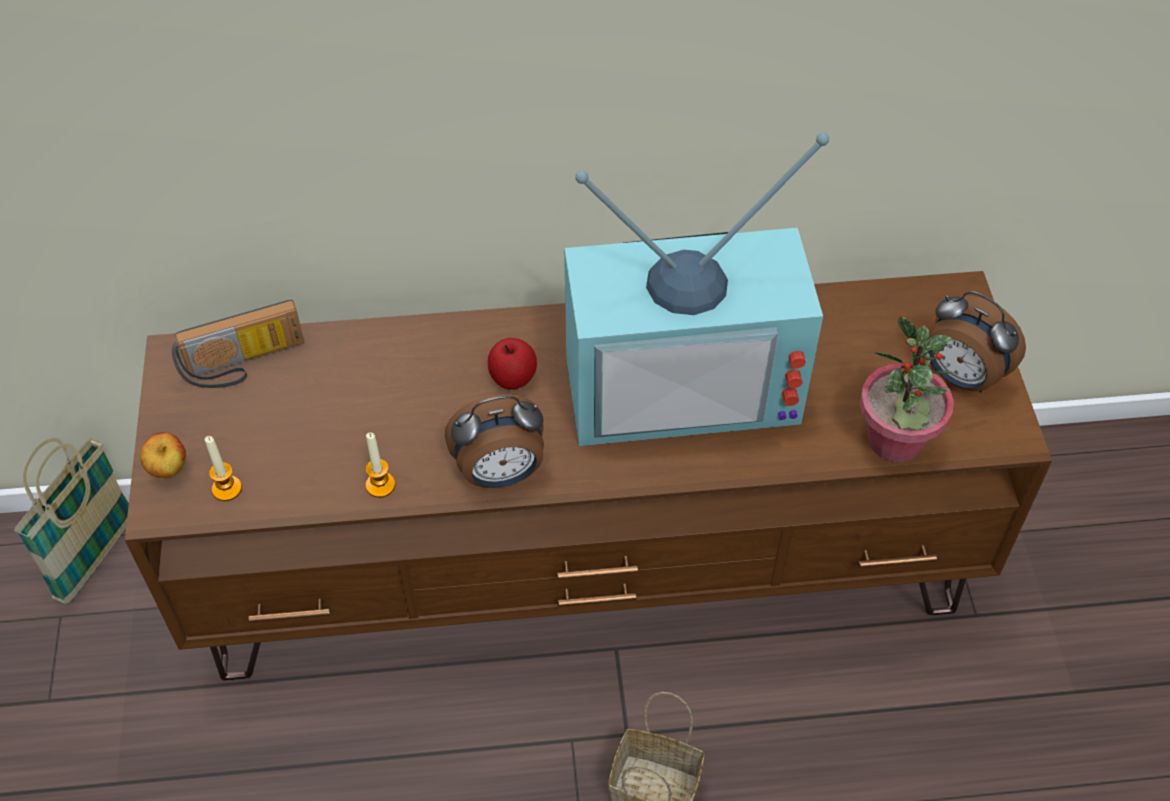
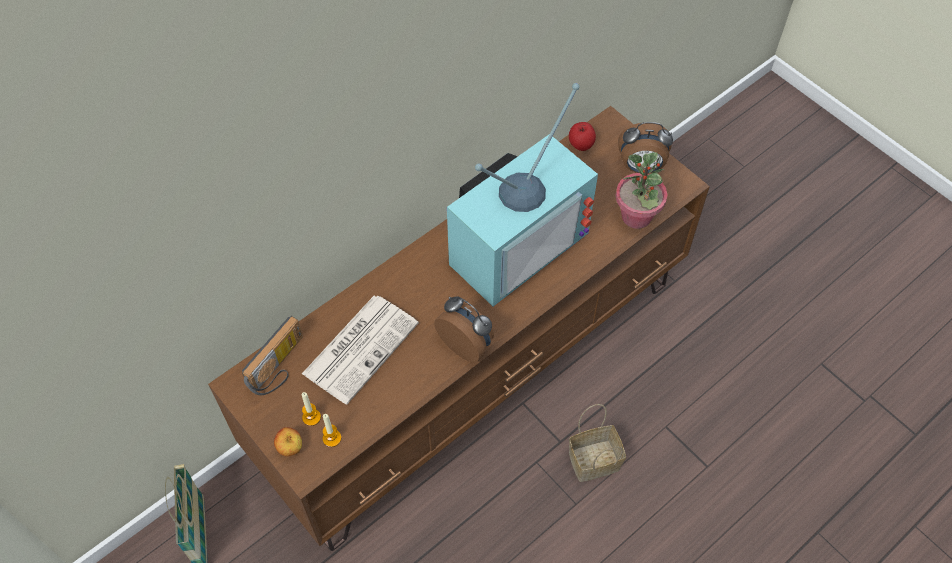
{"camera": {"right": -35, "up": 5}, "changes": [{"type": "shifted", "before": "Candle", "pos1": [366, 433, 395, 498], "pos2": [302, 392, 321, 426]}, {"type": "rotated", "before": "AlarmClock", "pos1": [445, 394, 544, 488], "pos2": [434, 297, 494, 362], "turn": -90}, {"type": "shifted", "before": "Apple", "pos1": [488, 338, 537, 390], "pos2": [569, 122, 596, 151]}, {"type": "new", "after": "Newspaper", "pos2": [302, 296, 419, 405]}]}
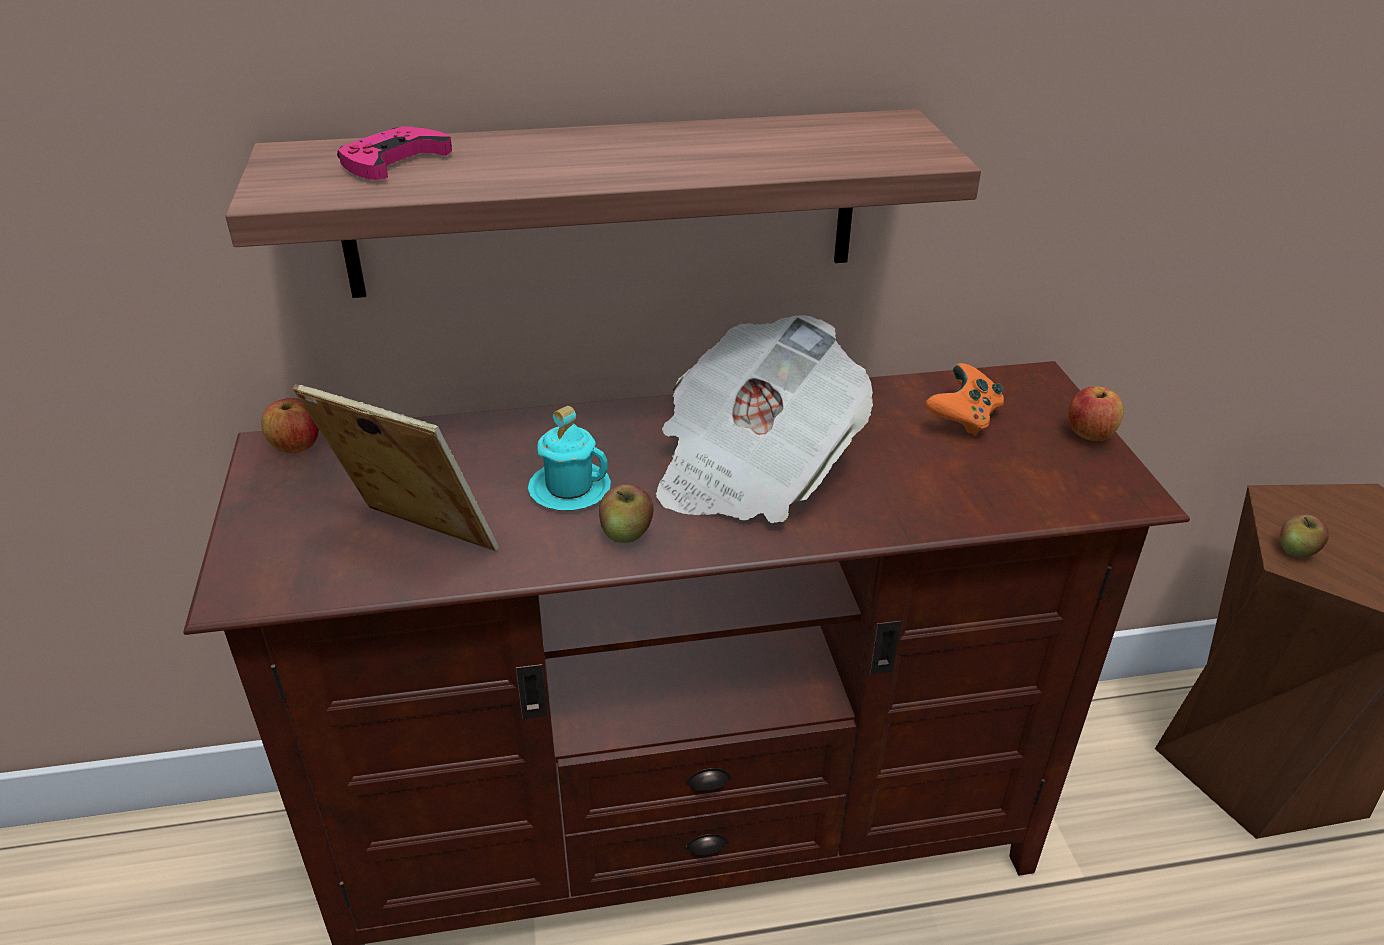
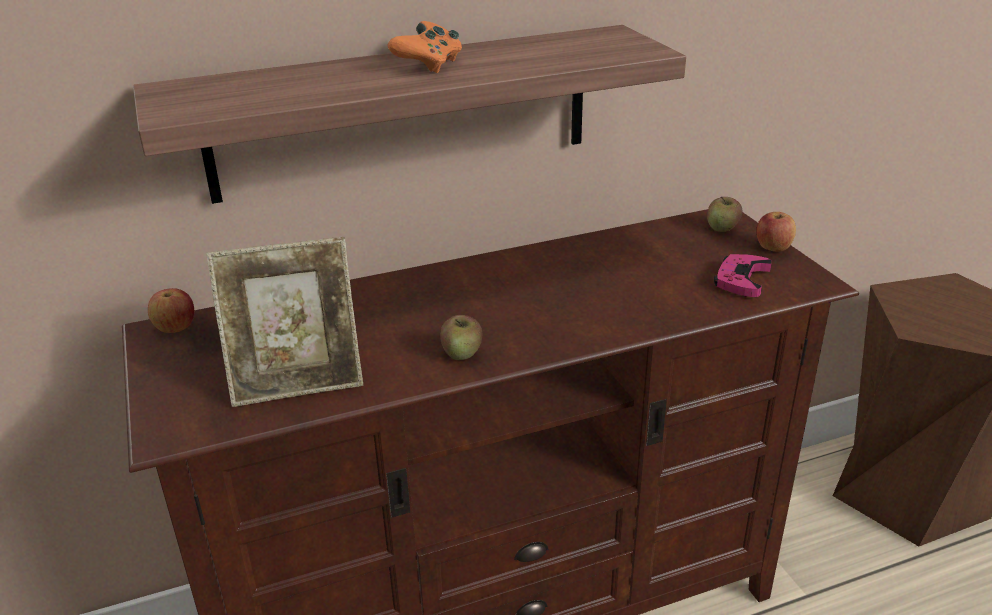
{"camera": {"right": -10, "up": -5}, "changes": [{"type": "rotated", "before": "PictureFrame", "pos1": [293, 384, 499, 551], "pos2": [206, 237, 363, 407], "turn": 150}, {"type": "shifted", "before": "PinkGameController", "pos1": [337, 126, 452, 180], "pos2": [714, 254, 772, 297]}, {"type": "gone", "before": "TurquoiseMug", "pos1": [528, 406, 611, 511]}, {"type": "gone", "before": "Newspaper", "pos1": [656, 315, 873, 523]}, {"type": "shifted", "before": "OrangeGameController", "pos1": [926, 363, 1004, 436], "pos2": [388, 21, 462, 73]}, {"type": "shifted", "before": "Apple", "pos1": [1280, 514, 1329, 558], "pos2": [707, 196, 742, 232]}]}
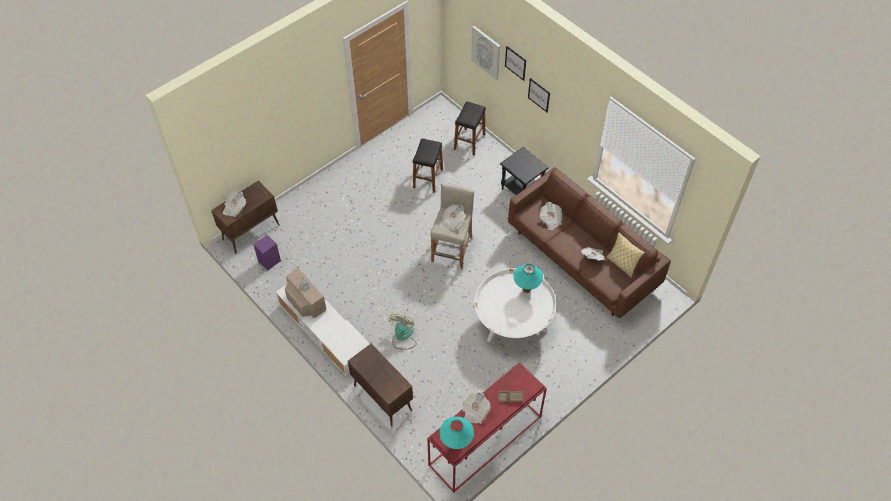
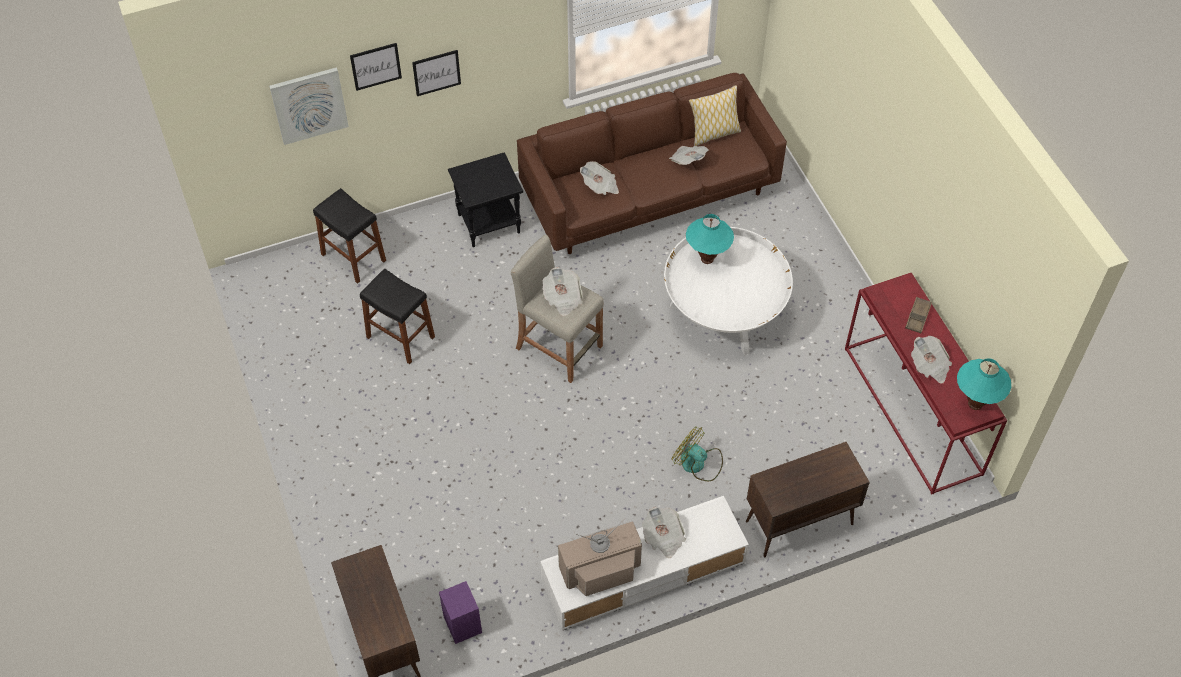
{"camera": {"right": -70, "up": 0}, "changes": [{"type": "shifted", "before": "Newspaper", "pos1": [223, 191, 246, 217], "pos2": [642, 507, 686, 558]}]}
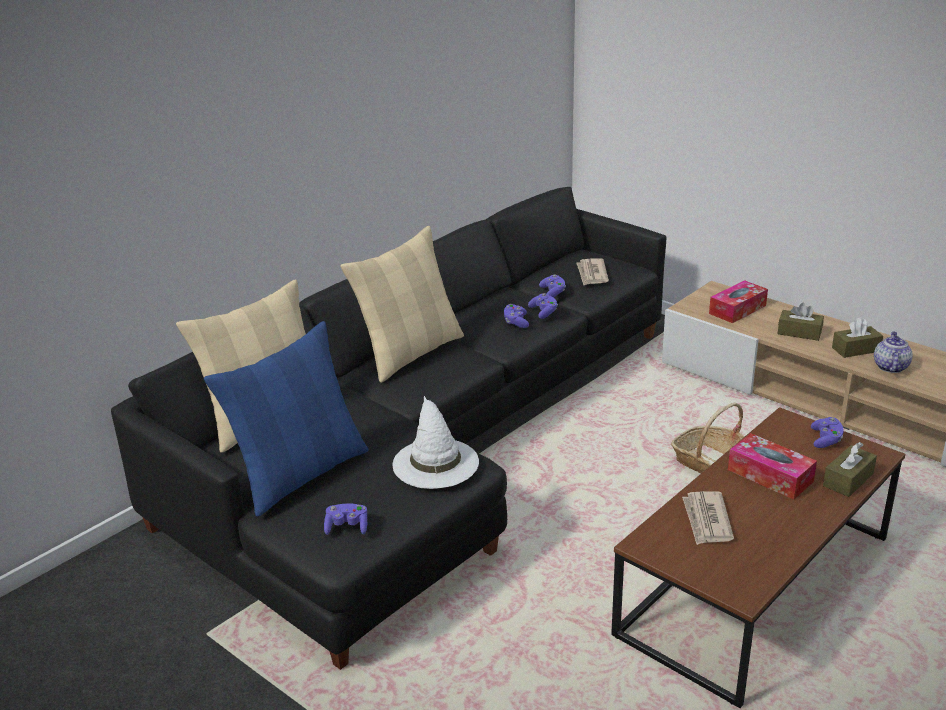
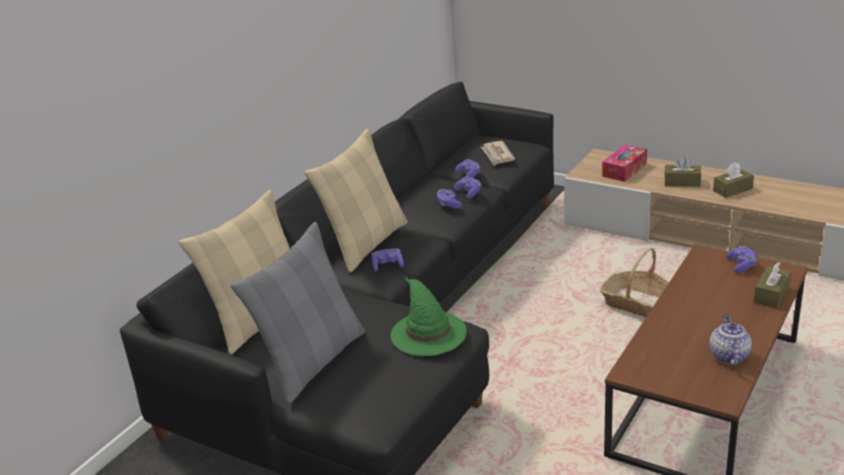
{"camera": {"right": -10, "up": 0}, "changes": [{"type": "repainted", "before": "BluePillow", "after": "GreyPillow", "pos1": [204, 321, 369, 517], "pos2": [231, 222, 365, 403]}, {"type": "shifted", "before": "PurpleGameController", "pos1": [324, 504, 367, 535], "pos2": [371, 248, 404, 272]}, {"type": "repainted", "before": "WhiteHat", "after": "GreenHat", "pos1": [392, 396, 479, 489], "pos2": [390, 276, 467, 356]}, {"type": "gone", "before": "Newspaper", "pos1": [682, 491, 734, 545]}, {"type": "gone", "before": "TissueBox", "pos1": [728, 433, 817, 500]}, {"type": "shifted", "before": "Teapot", "pos1": [874, 331, 913, 373], "pos2": [710, 314, 752, 365]}]}
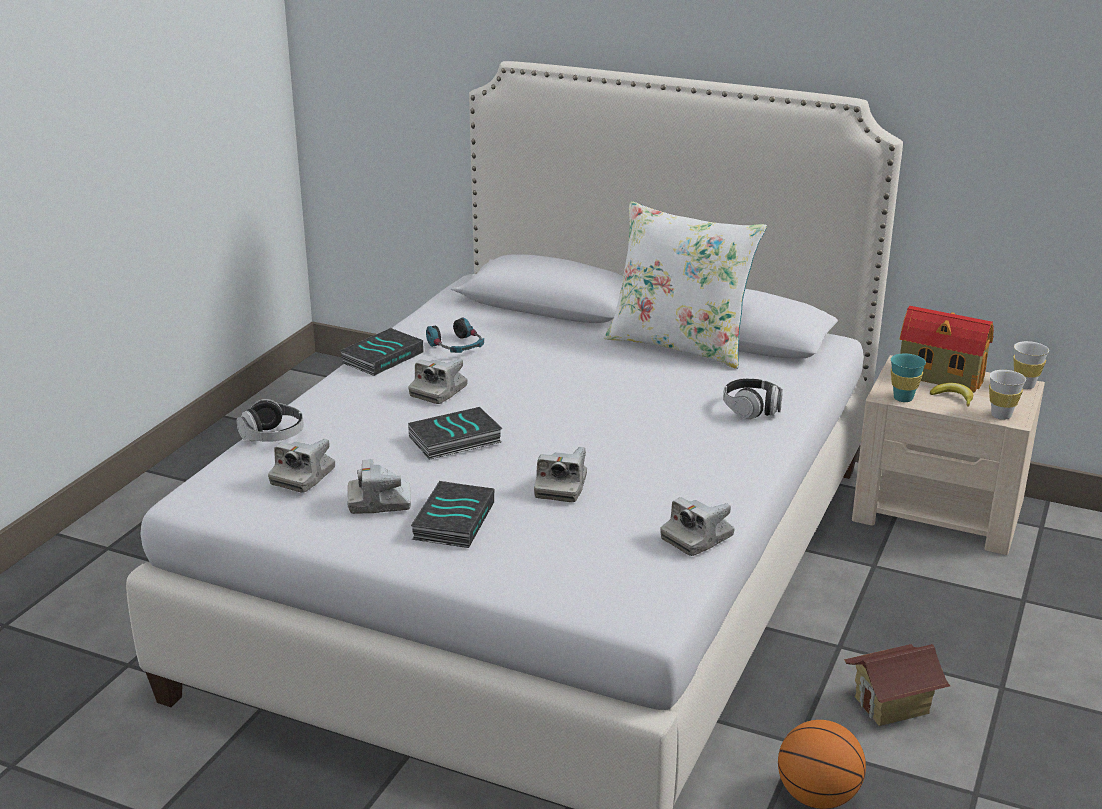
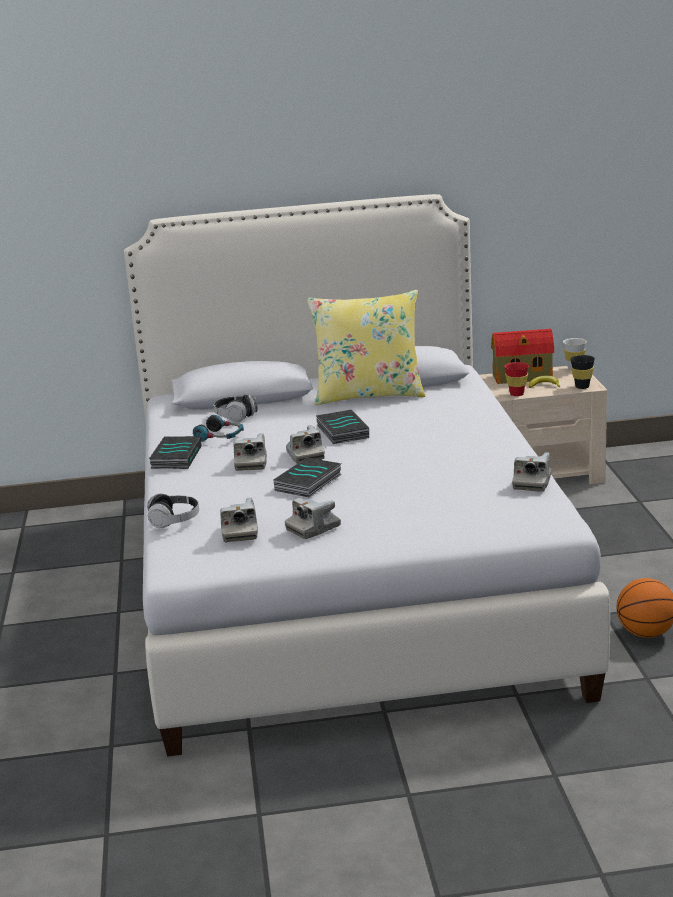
{"camera": {"right": -30, "up": -5}, "changes": [{"type": "shifted", "before": "Book", "pos1": [411, 481, 494, 548], "pos2": [316, 410, 369, 444]}, {"type": "shifted", "before": "PhotoCamera", "pos1": [534, 447, 587, 502], "pos2": [286, 425, 325, 464]}, {"type": "repainted", "before": "WhitePillow", "after": "YellowPillow", "pos1": [604, 201, 767, 369], "pos2": [307, 290, 425, 405]}, {"type": "shifted", "before": "Headphones", "pos1": [723, 378, 783, 419], "pos2": [214, 395, 258, 422]}, {"type": "gone", "before": "ToyHouse", "pos1": [844, 644, 951, 726]}, {"type": "repainted", "before": "TurquoiseCup", "after": "RedCup", "pos1": [891, 354, 926, 402], "pos2": [504, 362, 529, 396]}, {"type": "repainted", "before": "WhiteCup", "after": "BlackCup", "pos1": [989, 370, 1026, 420], "pos2": [570, 355, 595, 389]}]}
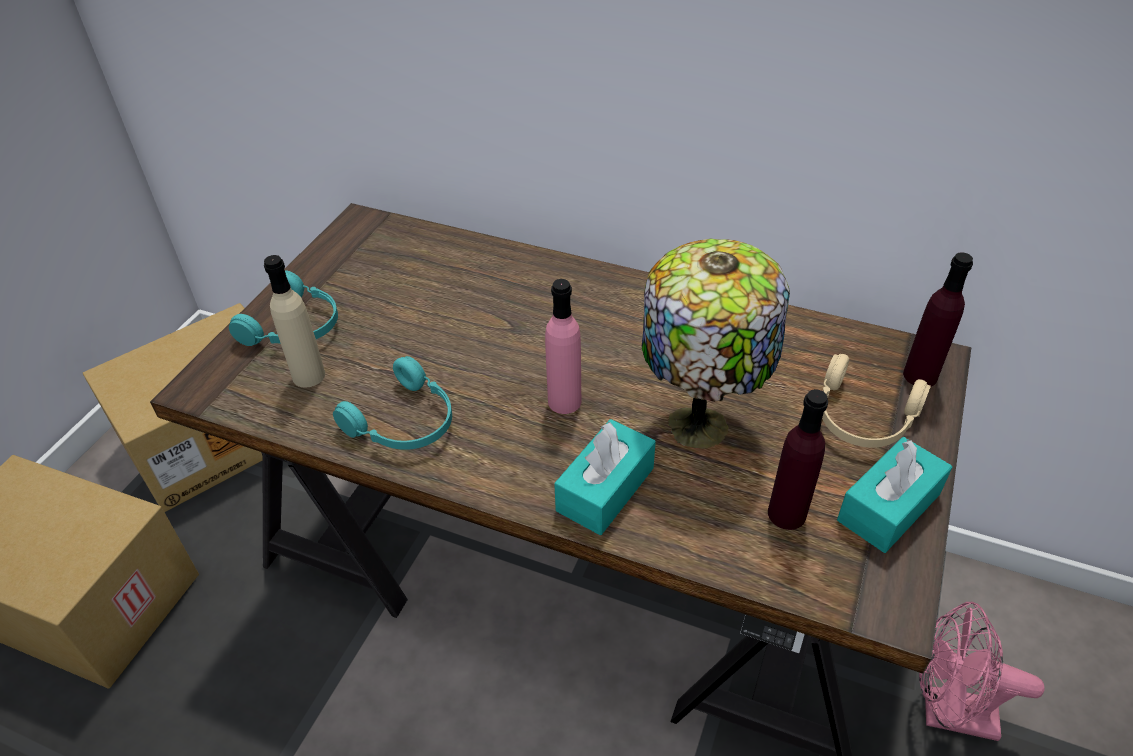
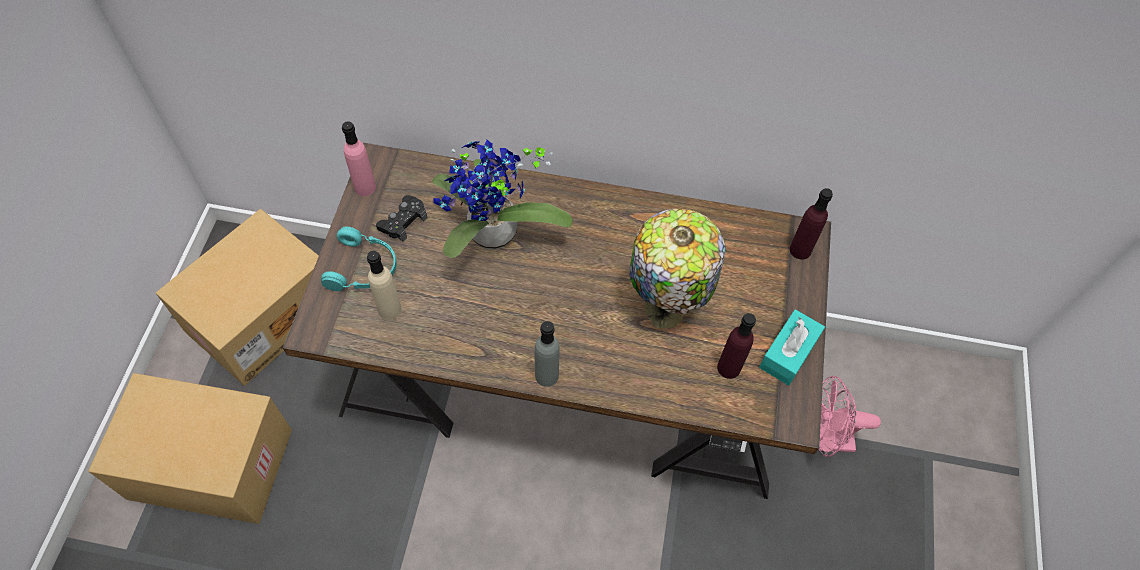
{"camera": {"right": -15, "up": 15}, "changes": [{"type": "gone", "before": "TurquoiseHeadphones", "pos1": [333, 356, 452, 450]}, {"type": "shifted", "before": "PinkBottle", "pos1": [545, 279, 581, 414], "pos2": [342, 121, 376, 196]}, {"type": "gone", "before": "TurquoiseTissueBox", "pos1": [554, 419, 656, 535]}, {"type": "gone", "before": "BeigeHeadphones", "pos1": [822, 354, 931, 448]}, {"type": "new", "after": "BlackGameController", "pos2": [376, 195, 427, 242]}, {"type": "new", "after": "PottedPlant", "pos2": [432, 140, 573, 258]}, {"type": "new", "after": "GreyBottle", "pos2": [535, 321, 560, 387]}]}
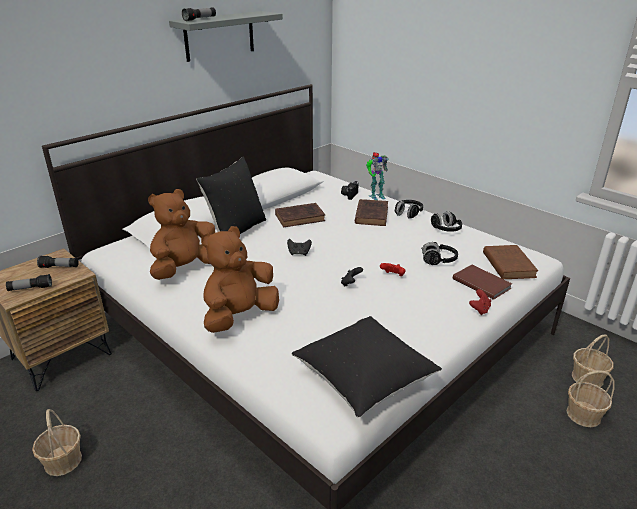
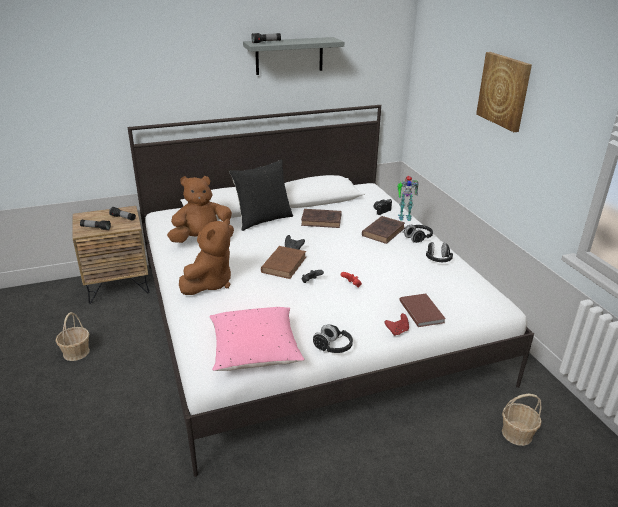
{"camera": {"right": 25, "up": 0}, "changes": [{"type": "rotated", "before": "BrownPlushToy", "pos1": [201, 226, 279, 333], "pos2": [179, 218, 231, 295], "turn": 135}, {"type": "repainted", "before": "BlackPillow", "after": "PinkPillow", "pos1": [292, 316, 442, 418], "pos2": [209, 307, 304, 371]}, {"type": "shifted", "before": "BlackHeadphones", "pos1": [421, 242, 458, 265], "pos2": [313, 324, 353, 353]}, {"type": "shifted", "before": "BrownBook", "pos1": [483, 245, 538, 279], "pos2": [261, 246, 306, 279]}, {"type": "gone", "before": "Basket", "pos1": [567, 370, 614, 427]}, {"type": "new", "after": "Picture", "pos2": [476, 52, 532, 132]}]}
